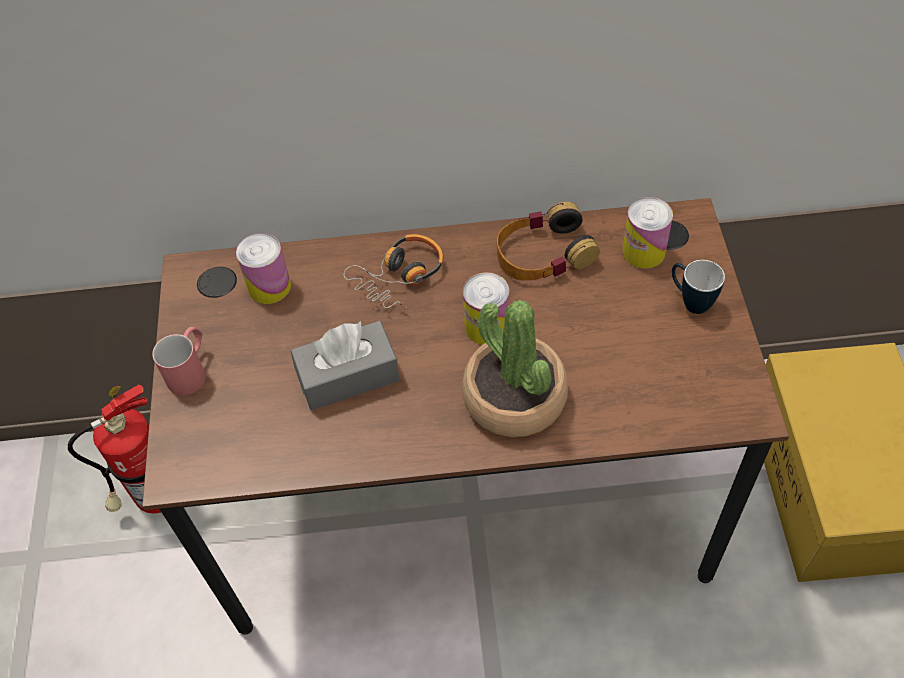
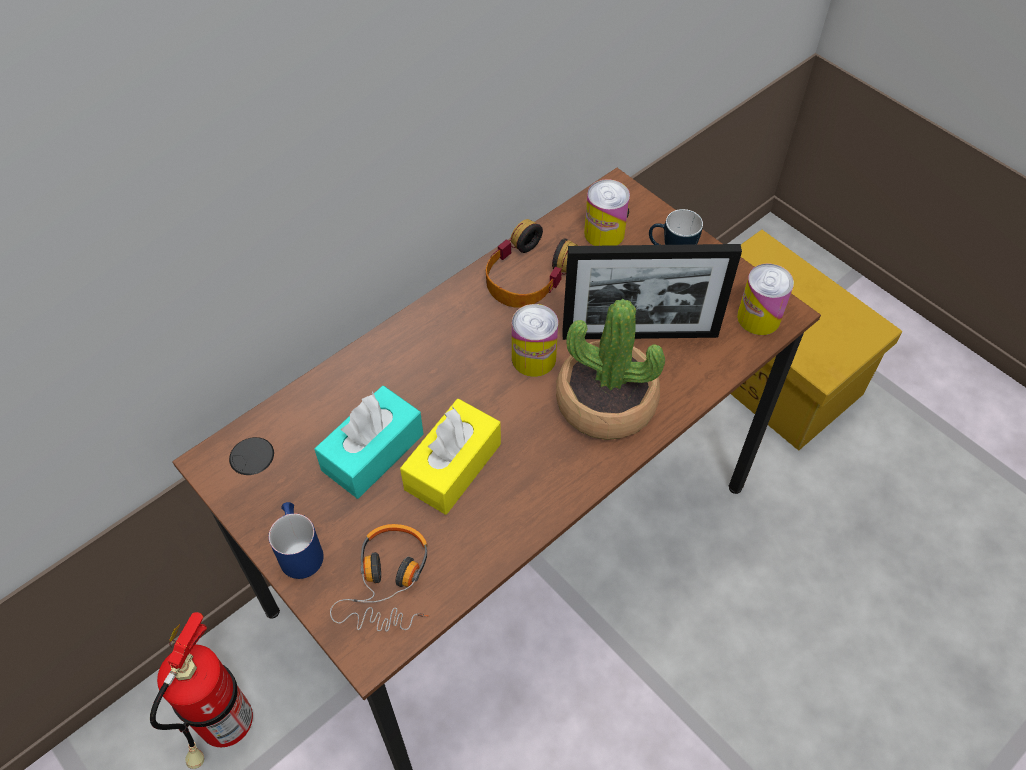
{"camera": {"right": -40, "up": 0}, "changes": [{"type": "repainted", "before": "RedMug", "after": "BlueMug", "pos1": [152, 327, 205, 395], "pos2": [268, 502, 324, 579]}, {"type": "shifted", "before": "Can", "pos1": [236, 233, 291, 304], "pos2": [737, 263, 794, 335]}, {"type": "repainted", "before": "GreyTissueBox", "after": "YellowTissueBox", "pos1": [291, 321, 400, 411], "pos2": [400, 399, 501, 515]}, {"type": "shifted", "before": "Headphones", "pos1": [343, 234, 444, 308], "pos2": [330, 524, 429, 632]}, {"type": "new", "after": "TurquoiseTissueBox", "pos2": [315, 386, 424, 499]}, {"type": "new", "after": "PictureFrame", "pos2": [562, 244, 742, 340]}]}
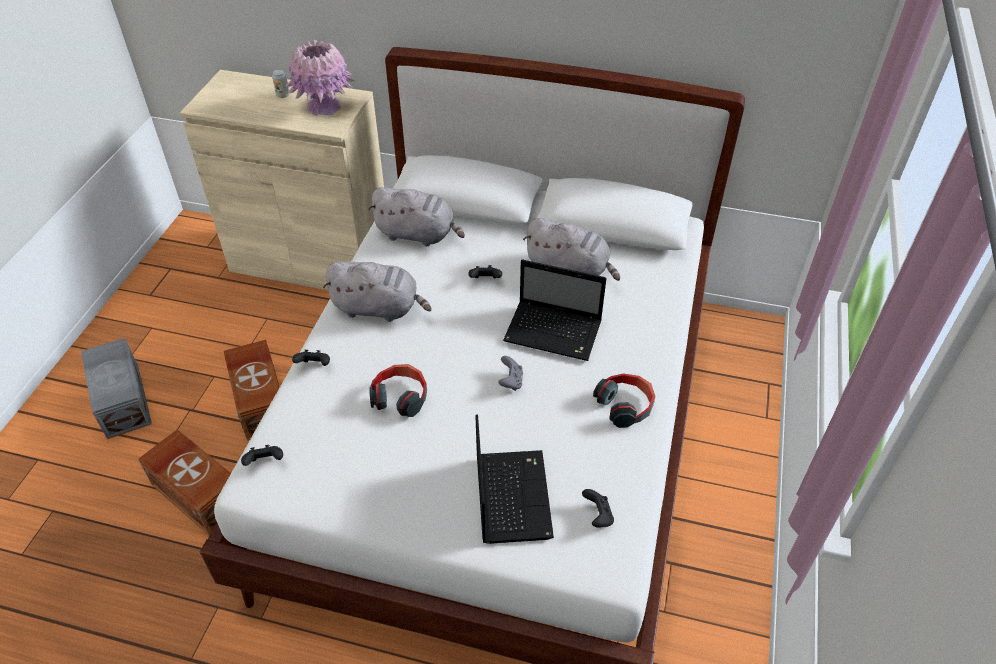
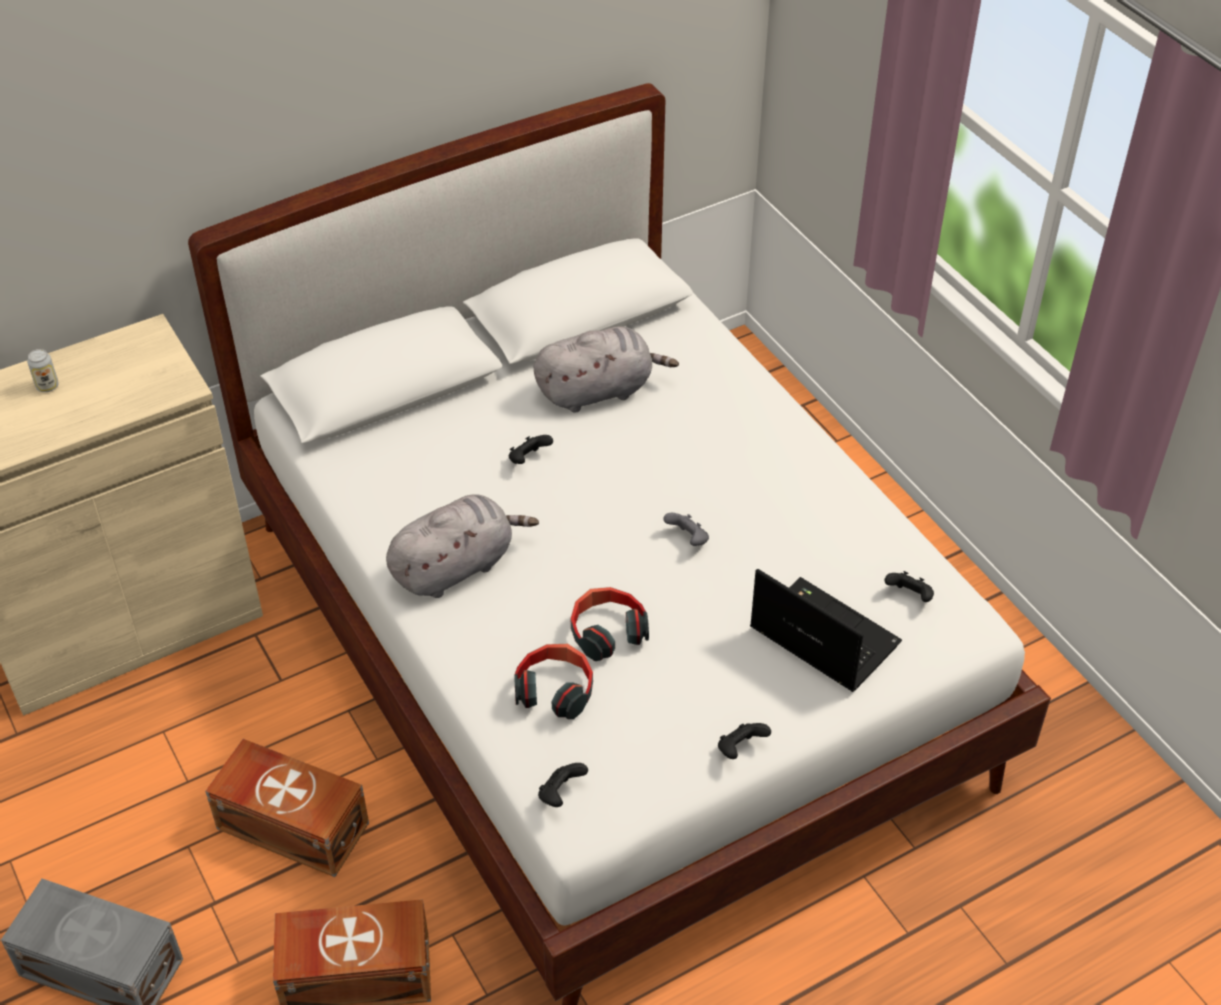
{"camera": {"right": -45, "up": 0}, "changes": [{"type": "gone", "before": "PinkVase", "pos1": [286, 39, 355, 116]}, {"type": "shifted", "before": "BlackGameController", "pos1": [292, 350, 330, 366], "pos2": [718, 723, 771, 759]}, {"type": "gone", "before": "GreyPlushToy", "pos1": [368, 187, 465, 246]}, {"type": "gone", "before": "Laptop", "pos1": [503, 259, 607, 361]}, {"type": "shifted", "before": "Headphones", "pos1": [593, 373, 655, 428], "pos2": [514, 644, 593, 719]}]}
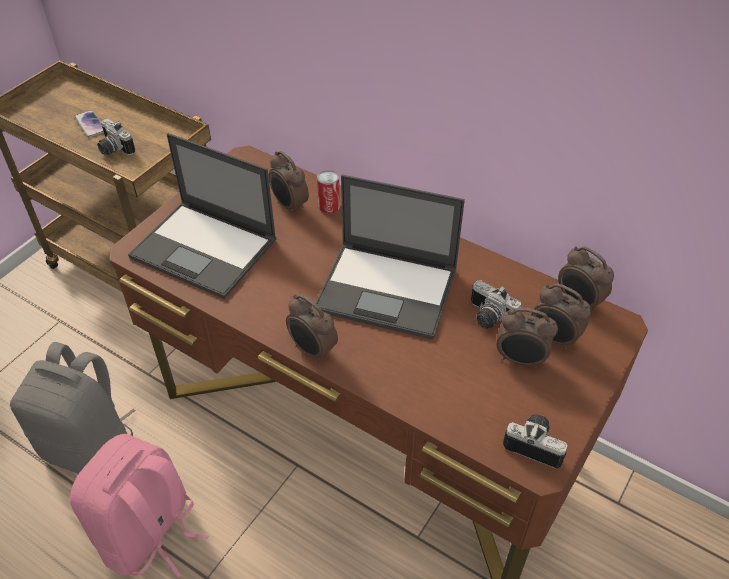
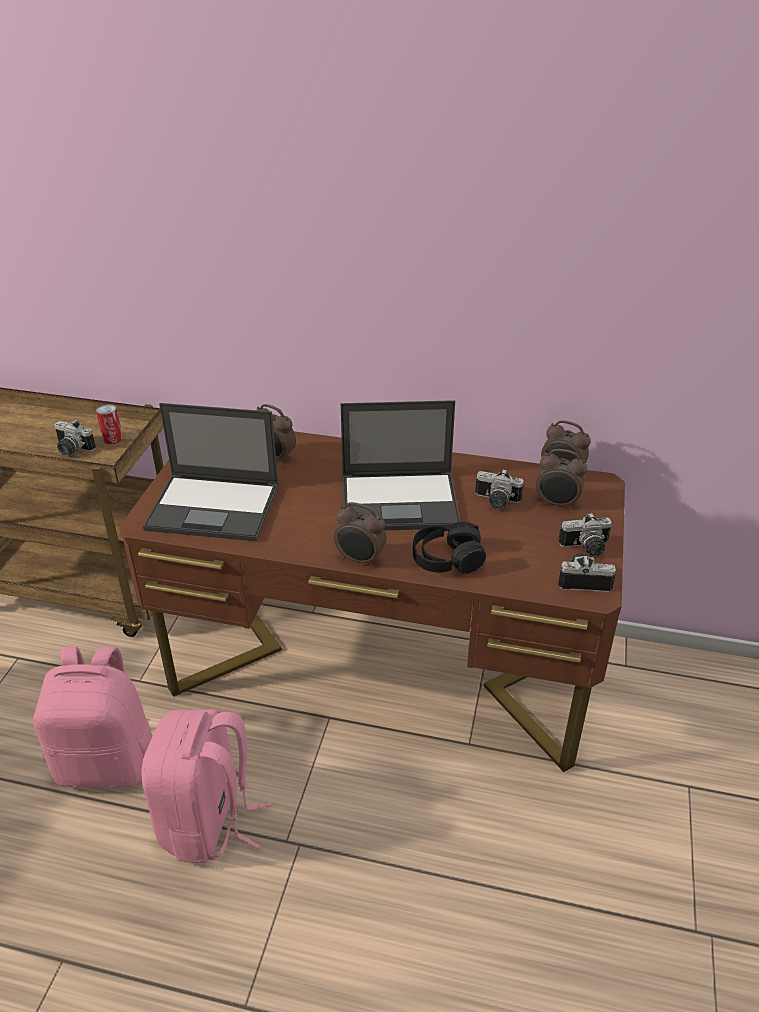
{"camera": {"right": -20, "up": -10}, "changes": [{"type": "repainted", "before": "GreyBackpack", "after": "PinkBackpack", "pos1": [10, 342, 136, 474], "pos2": [33, 646, 153, 788]}, {"type": "gone", "before": "Phone", "pos1": [74, 110, 104, 138]}, {"type": "shifted", "before": "Can", "pos1": [317, 170, 340, 214], "pos2": [96, 404, 123, 444]}, {"type": "gone", "before": "AlarmClock", "pos1": [496, 308, 558, 368]}, {"type": "new", "after": "BlackHeadphones", "pos2": [413, 522, 486, 574]}, {"type": "new", "after": "PhotoCamera", "pos2": [558, 513, 612, 556]}]}
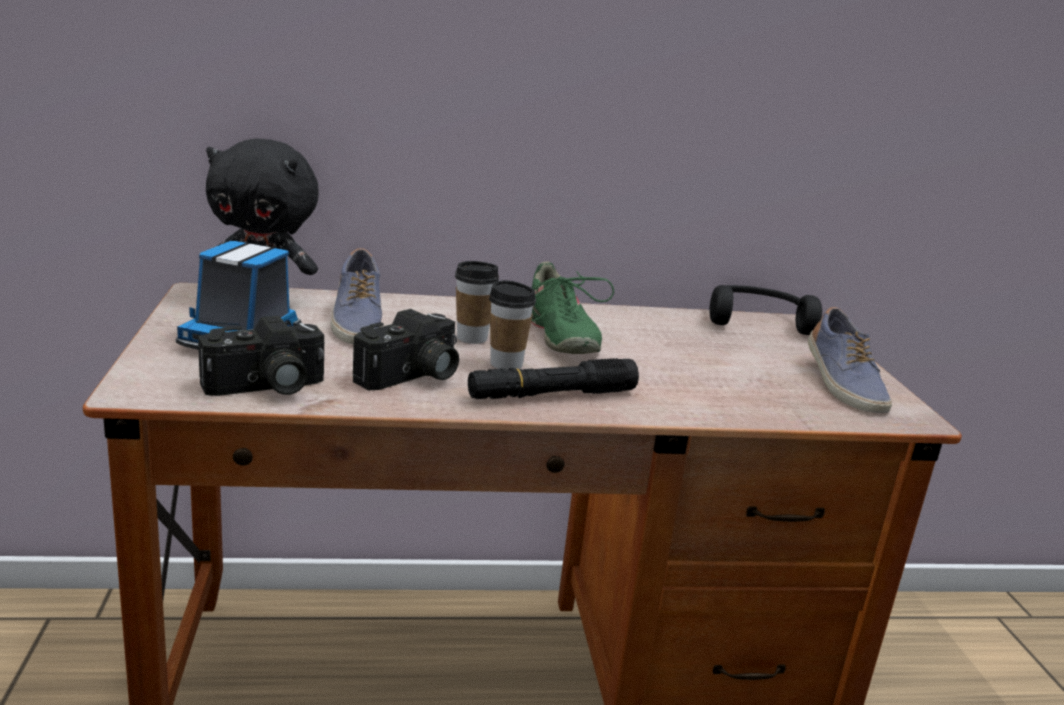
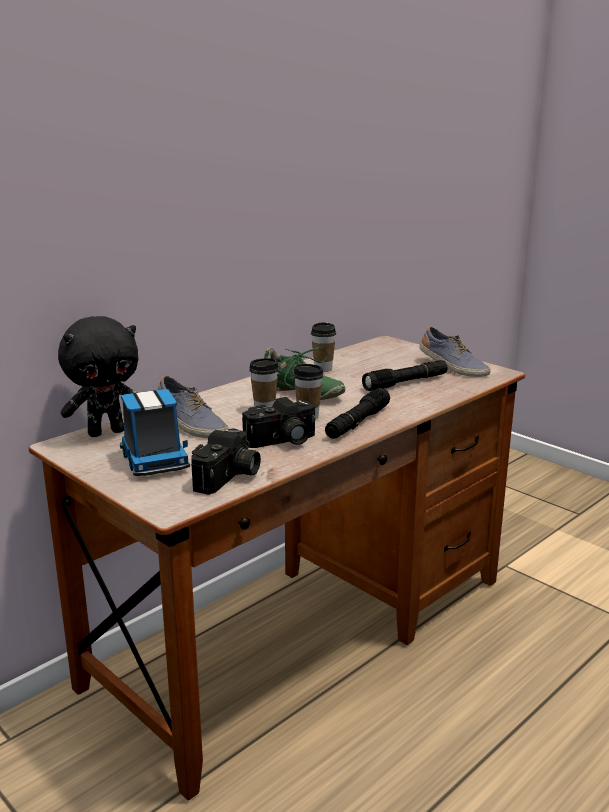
{"camera": {"right": -35, "up": 0}, "changes": [{"type": "rotated", "before": "PhotoCamera", "pos1": [353, 309, 459, 390], "pos2": [242, 397, 316, 448], "turn": 60}, {"type": "gone", "before": "BlackHeadphones", "pos1": [709, 285, 822, 335]}, {"type": "new", "after": "Cup", "pos2": [311, 322, 336, 372]}, {"type": "new", "after": "BlackFlashlight", "pos2": [362, 360, 448, 391]}]}
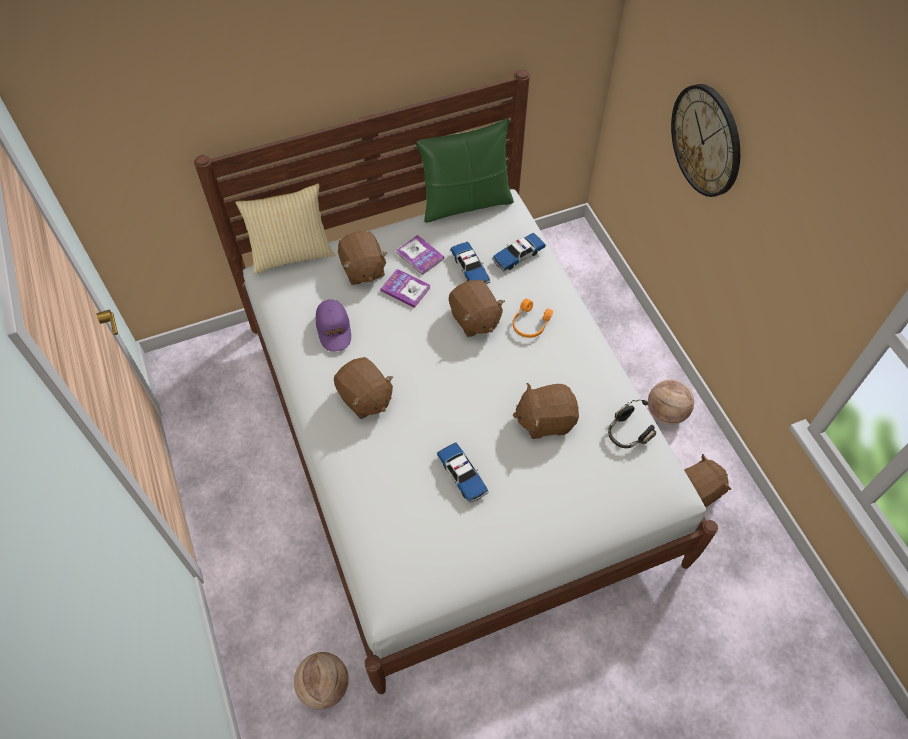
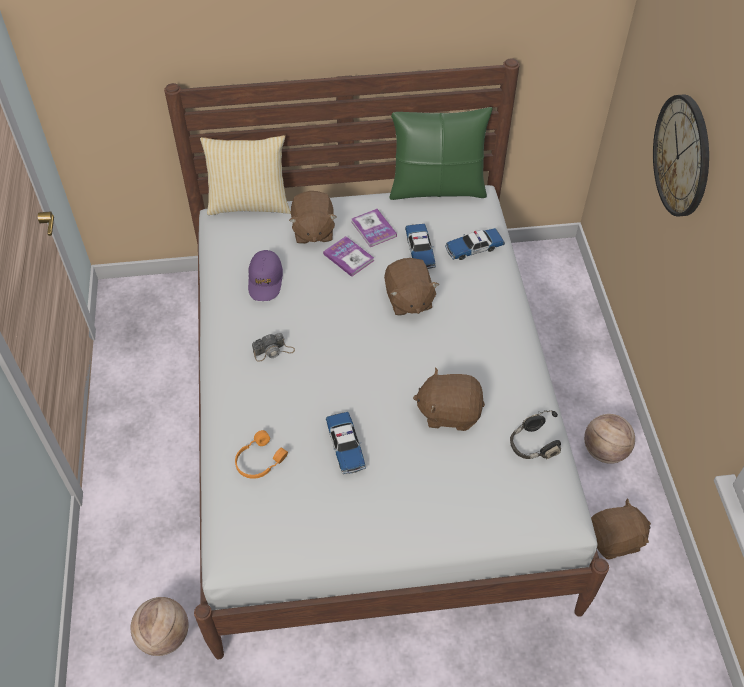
{"camera": {"right": 15, "up": -5}, "changes": [{"type": "swapped", "before": "BrownPlushToy", "after": "PhotoCamera", "pos1": [334, 357, 393, 419], "pos2": [252, 333, 295, 362]}, {"type": "shifted", "before": "OrangeHeadphones", "pos1": [513, 299, 553, 338], "pos2": [235, 430, 288, 479]}]}
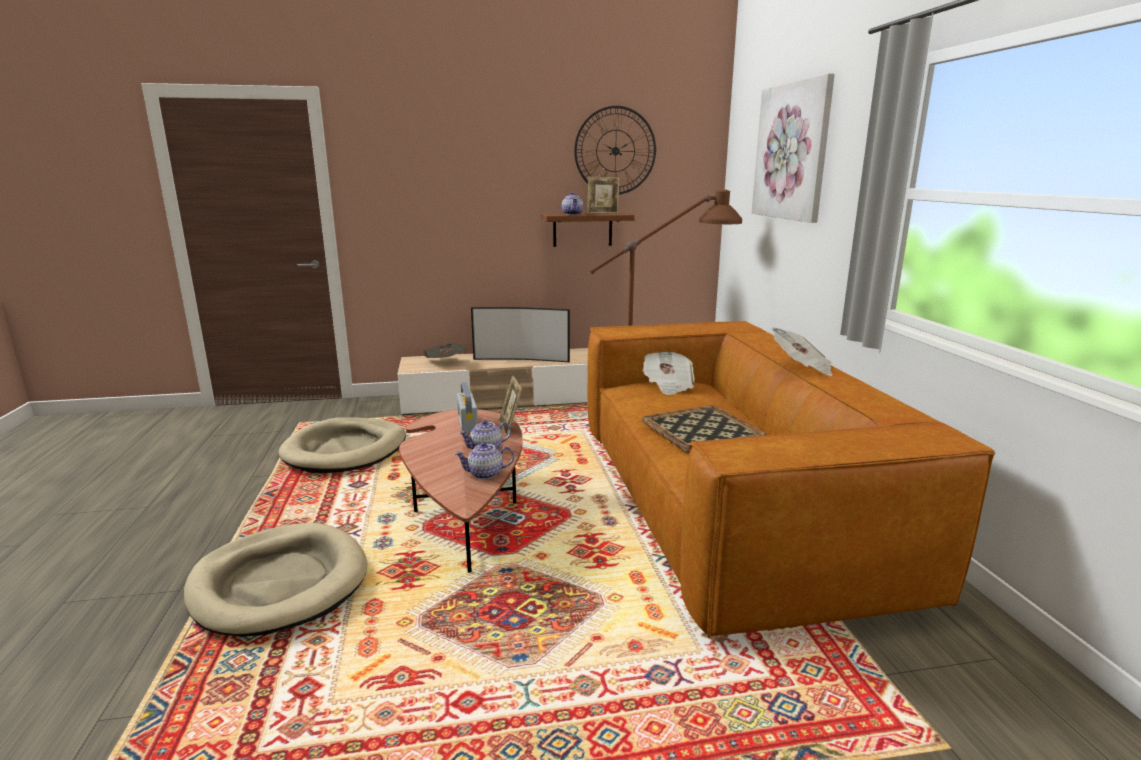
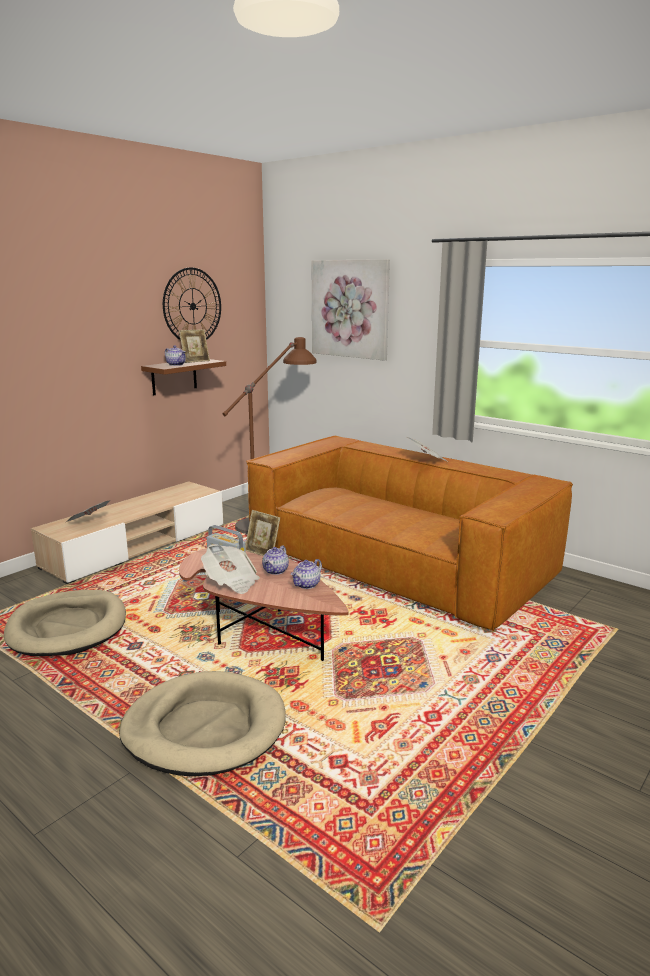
{"camera": {"right": -40, "up": 0}, "changes": [{"type": "gone", "before": "Television", "pos1": [471, 307, 570, 362]}, {"type": "gone", "before": "Tray", "pos1": [642, 405, 767, 453]}, {"type": "shifted", "before": "Newspaper", "pos1": [643, 352, 694, 395], "pos2": [201, 544, 260, 594]}]}
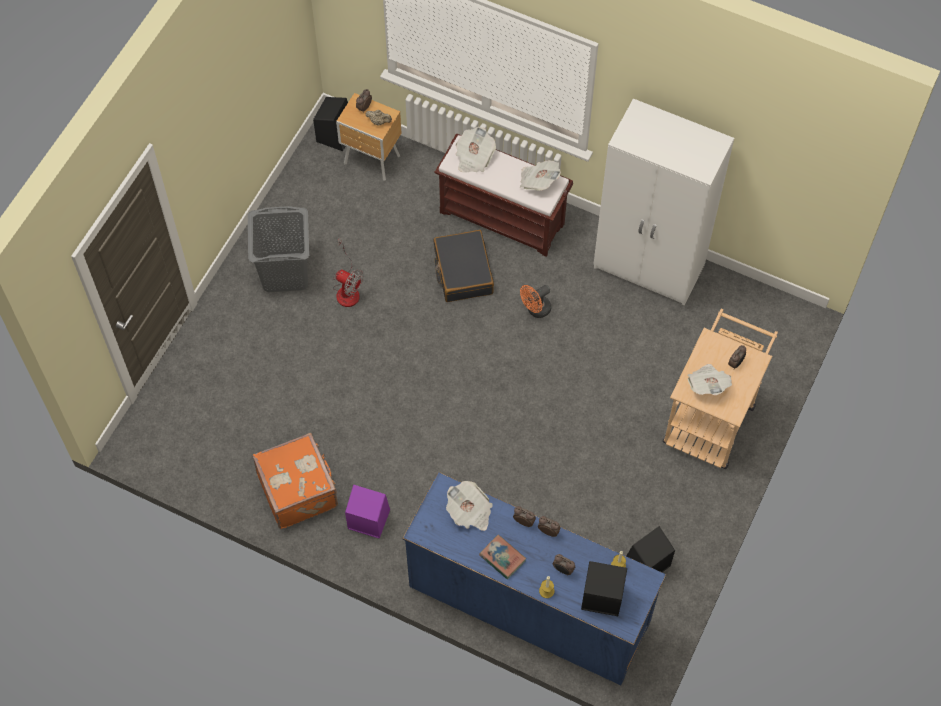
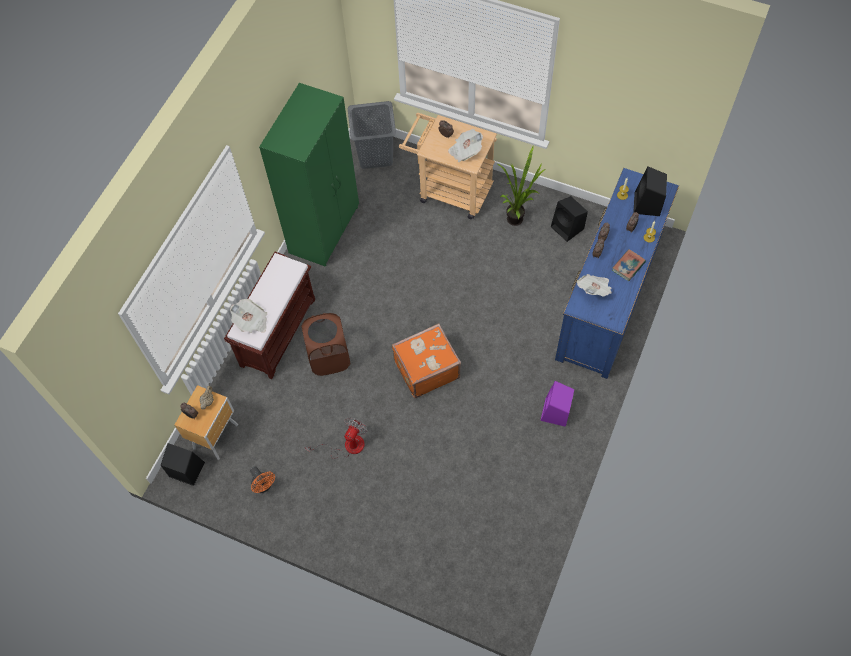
{"camera": {"right": -90, "up": 0}, "changes": [{"type": "shifted", "before": "GreyLaundryBasket", "pos1": [248, 206, 309, 292], "pos2": [348, 101, 396, 169]}, {"type": "shifted", "before": "OrangeSuitcase", "pos1": [252, 433, 338, 529], "pos2": [392, 323, 461, 399]}, {"type": "swapped", "before": "BlackSuitcase", "after": "BrownLaundryBasket", "pos1": [433, 230, 494, 302], "pos2": [301, 313, 350, 376]}, {"type": "gone", "before": "Newspaper", "pos1": [520, 160, 561, 191]}, {"type": "shifted", "before": "OrangeFan", "pos1": [520, 285, 551, 318], "pos2": [250, 466, 275, 493]}, {"type": "repainted", "before": "WhiteWardrobe", "after": "GreenWardrobe", "pos1": [593, 99, 734, 305], "pos2": [259, 83, 359, 267]}, {"type": "new", "after": "PottedPlant", "pos2": [496, 145, 546, 226]}]}
